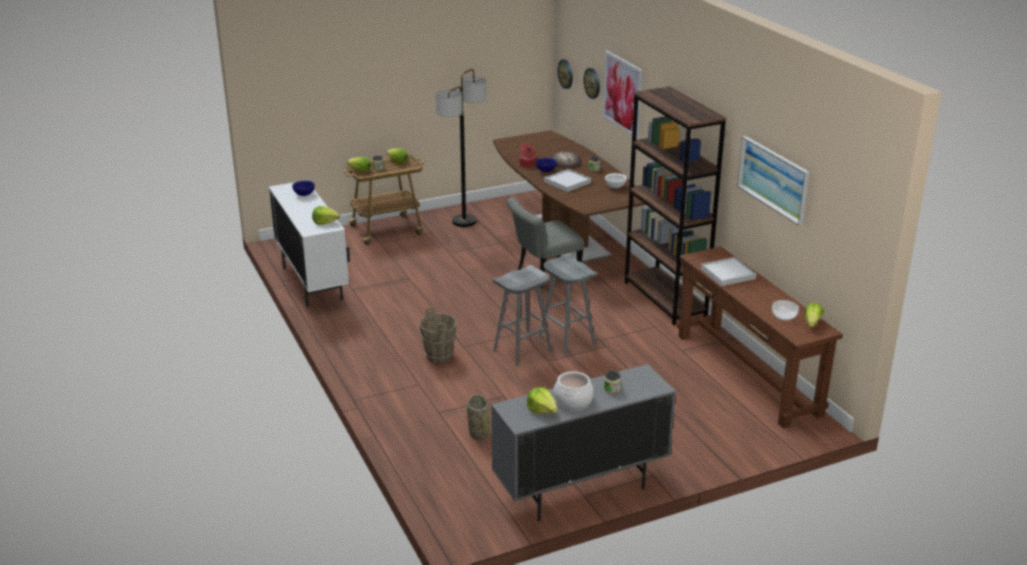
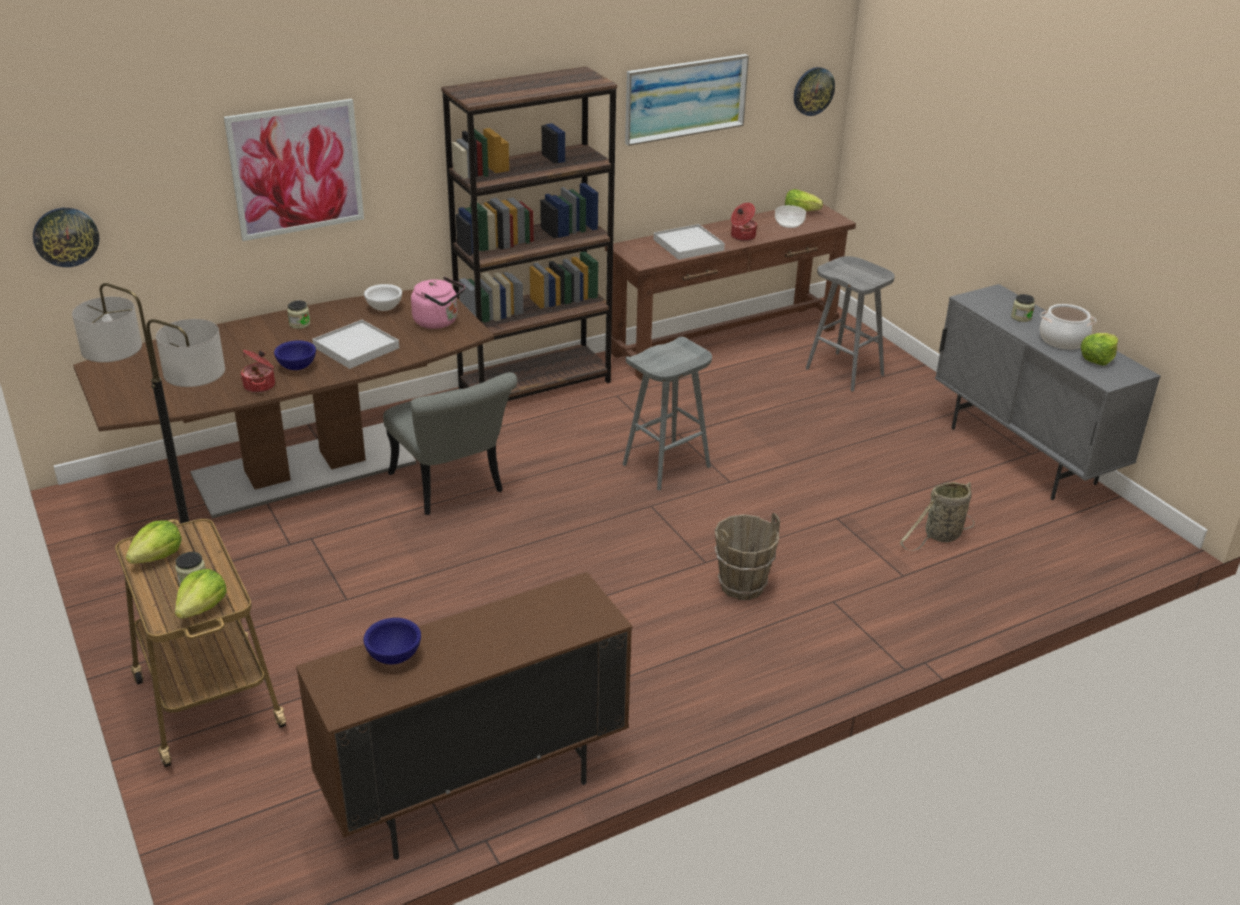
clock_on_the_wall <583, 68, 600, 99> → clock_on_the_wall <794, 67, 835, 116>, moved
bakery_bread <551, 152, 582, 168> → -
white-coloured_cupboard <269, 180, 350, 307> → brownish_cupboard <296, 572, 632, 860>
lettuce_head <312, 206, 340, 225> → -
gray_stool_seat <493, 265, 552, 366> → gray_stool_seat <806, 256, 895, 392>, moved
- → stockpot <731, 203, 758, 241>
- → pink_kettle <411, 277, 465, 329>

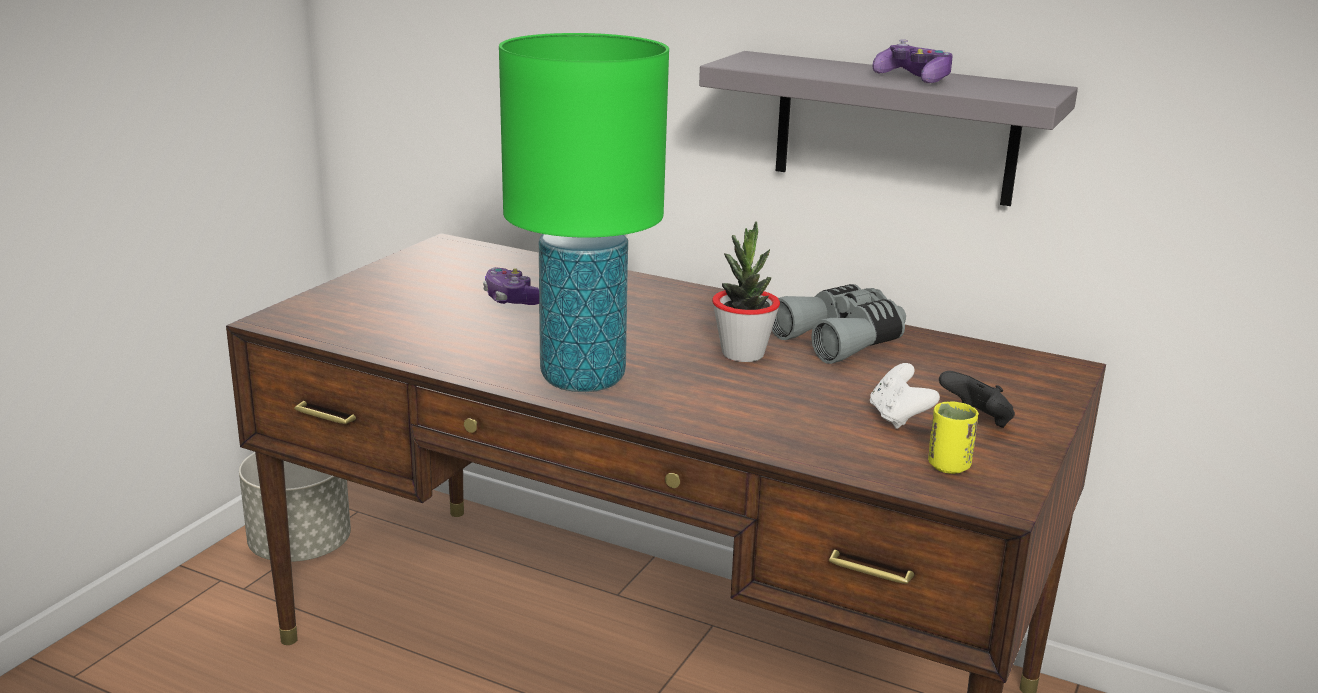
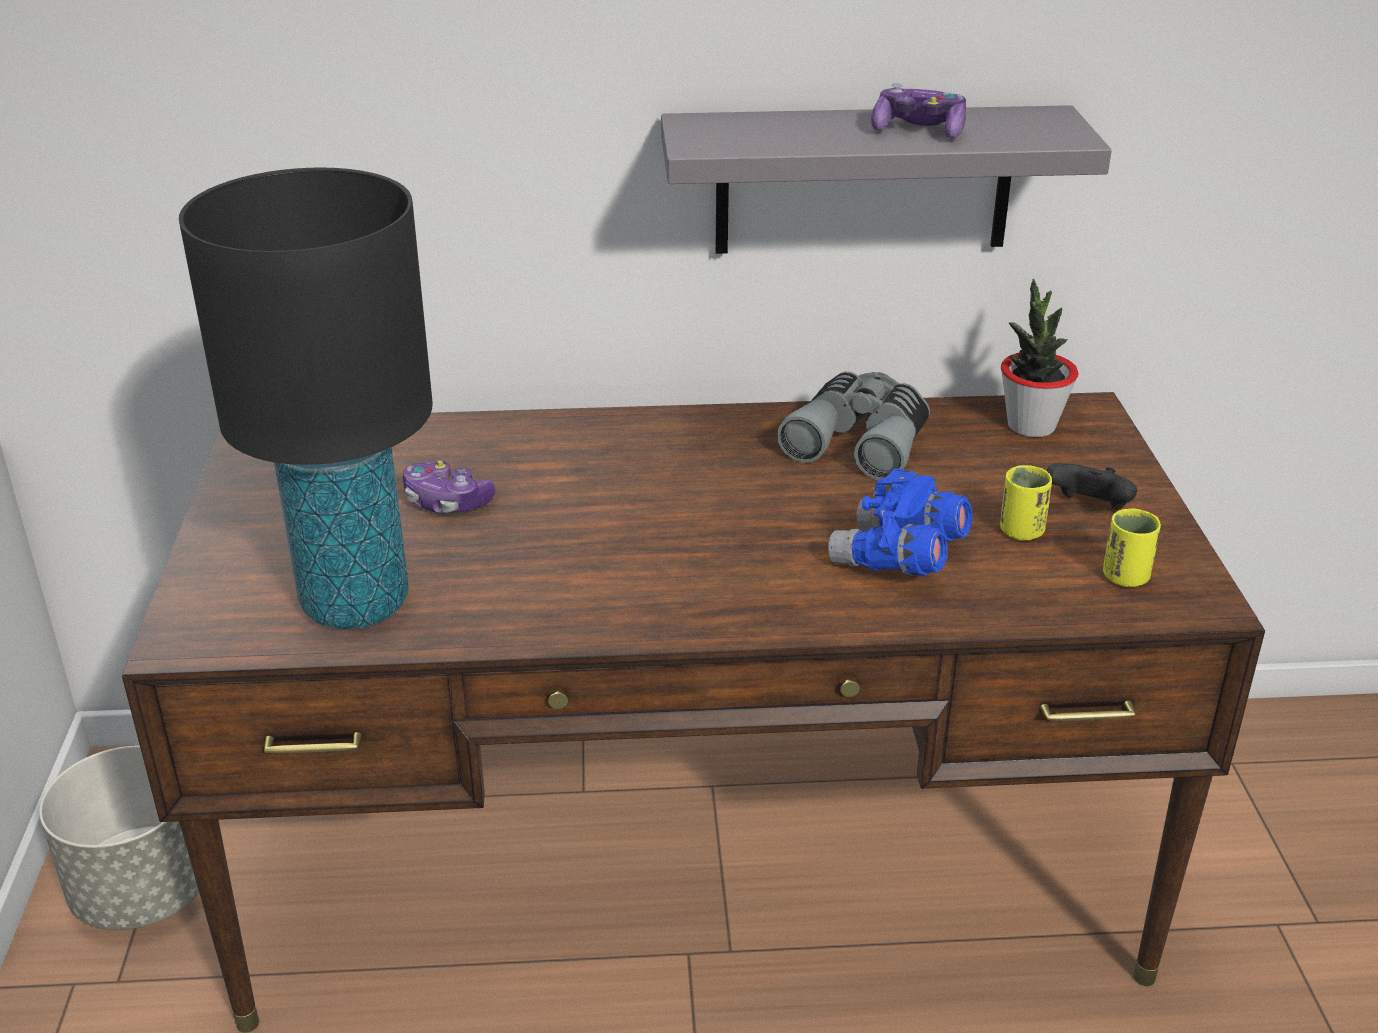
green_tabletop_lamp <499, 33, 669, 392> → -
houseplant <712, 222, 780, 362> → houseplant <1001, 279, 1078, 437>, moved
white-coloured_game_controller <870, 363, 940, 429> → yellow_small_cup <1000, 465, 1052, 541>
- → black_tabletop_lamp <179, 168, 433, 630>
- → blue_field_glasses <828, 468, 973, 575>

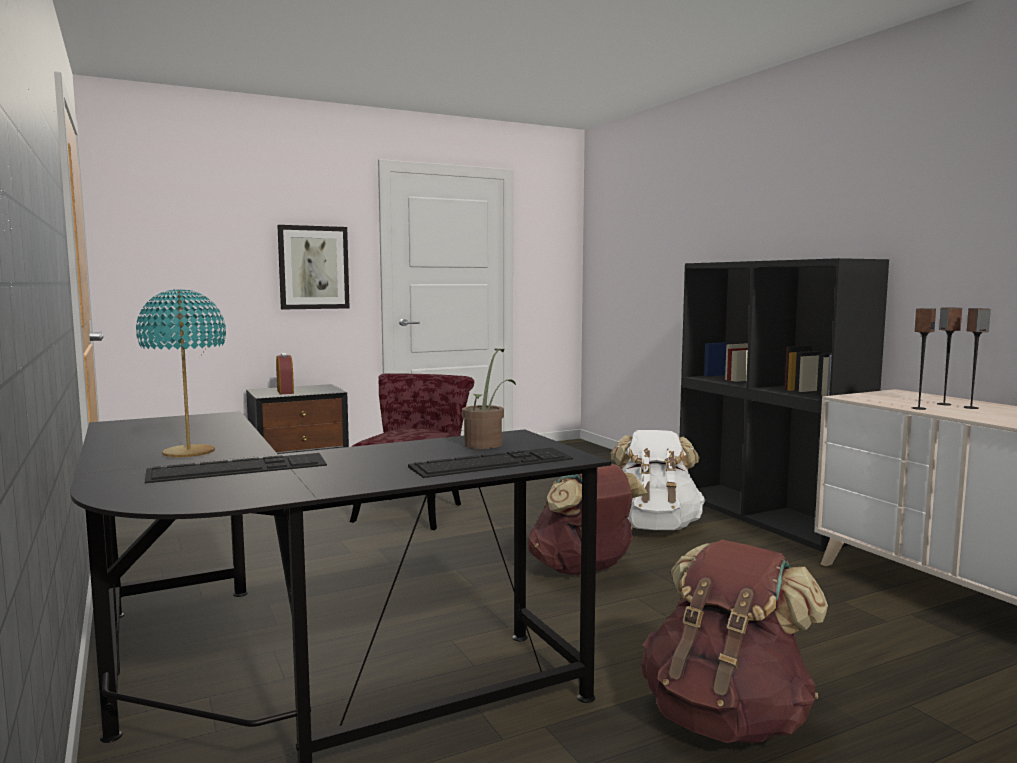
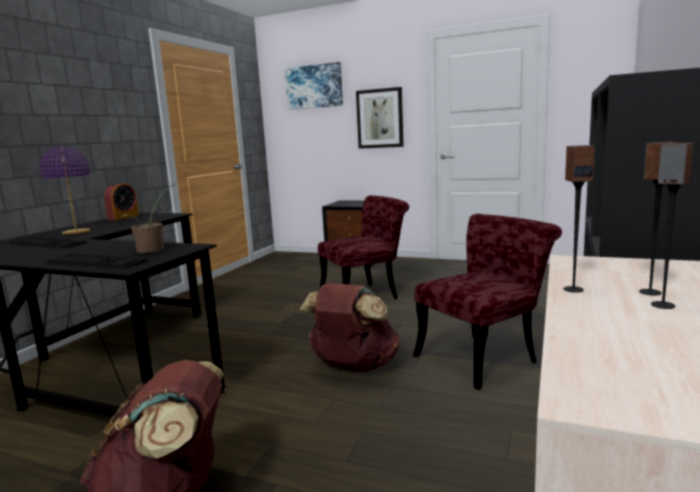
turquoise-coloured_tabletop_lamp <136, 289, 226, 457> → purplish_tabletop_lamp <40, 147, 90, 235>
table_clock <276, 353, 294, 394> → table_clock <104, 182, 139, 220>, moved
white-coloured_knapsack <611, 430, 706, 530> → reddish_upright_chair <413, 214, 562, 390>
- → picture <285, 62, 343, 110>

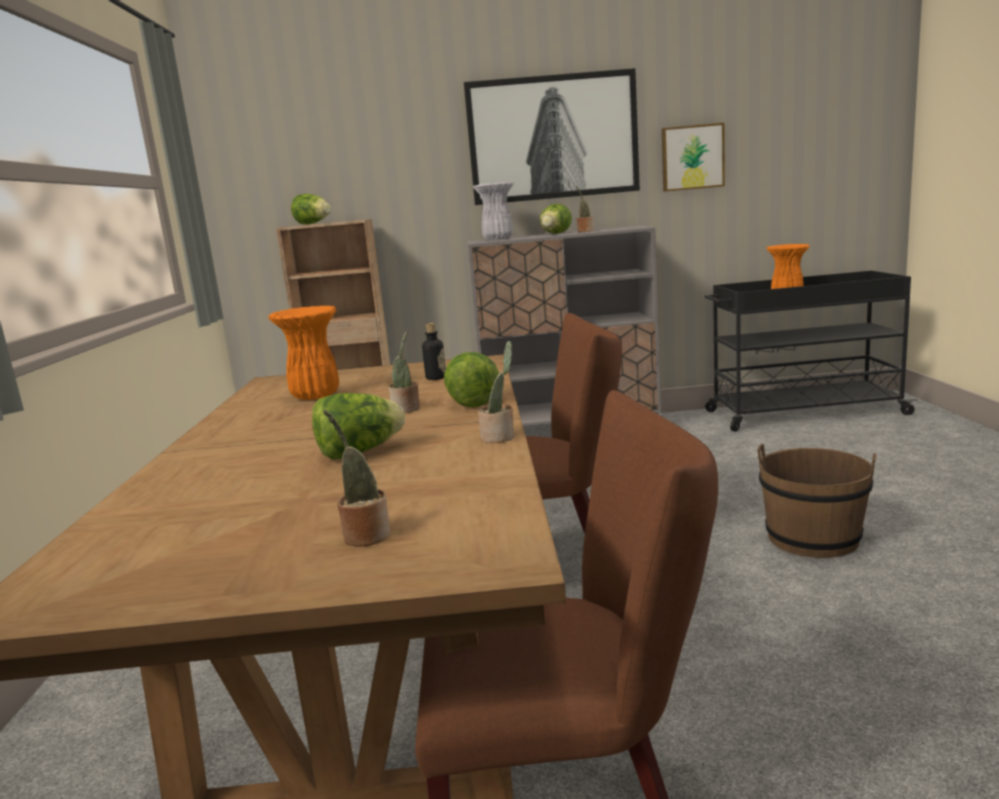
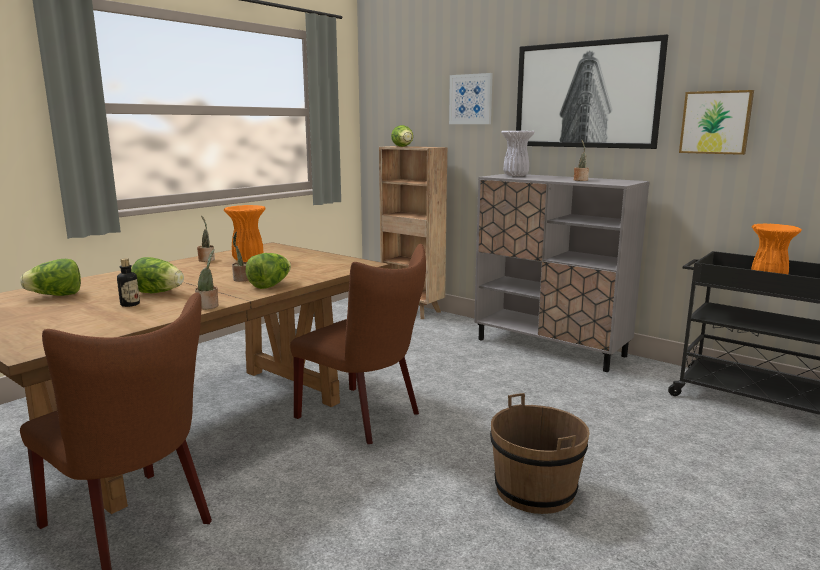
lettuce_head <540, 204, 572, 234> → lettuce_head <20, 259, 81, 296>, moved
drink_bottle <422, 323, 446, 380> → drink_bottle <117, 258, 140, 307>, moved
houseplant <323, 410, 391, 547> → houseplant <197, 215, 215, 262>, moved
- → picture <449, 73, 493, 124>

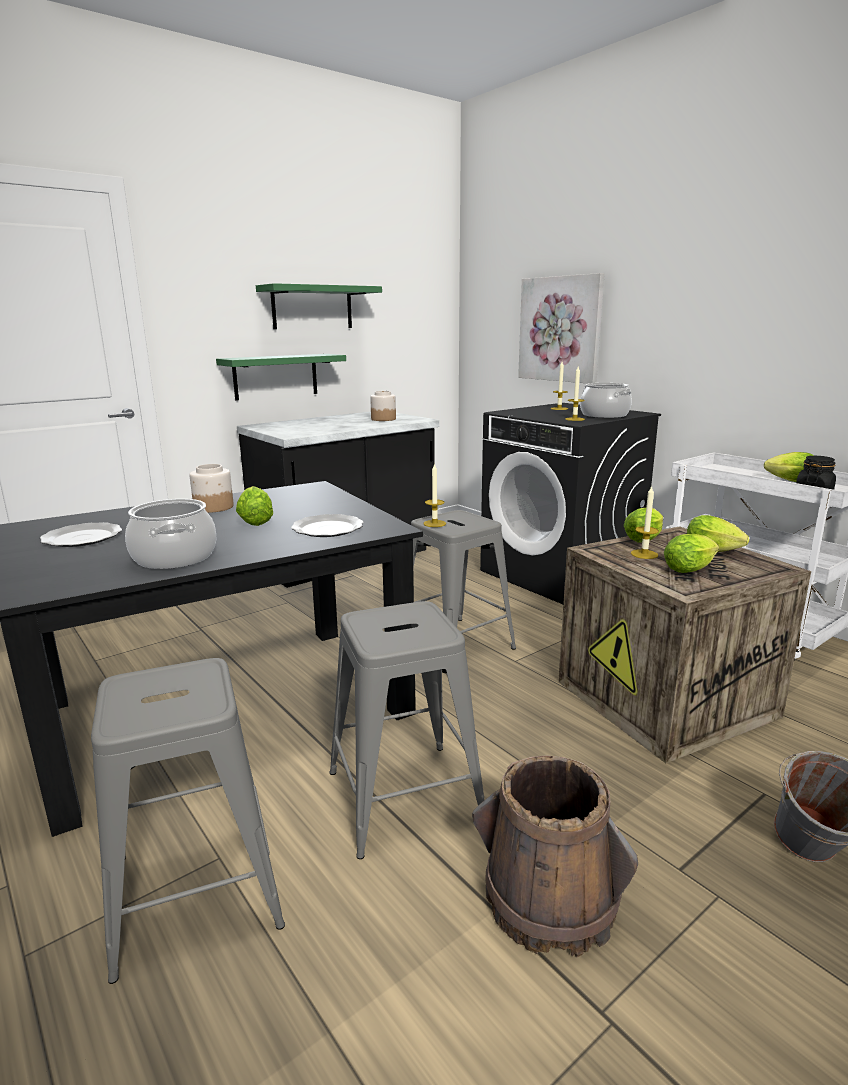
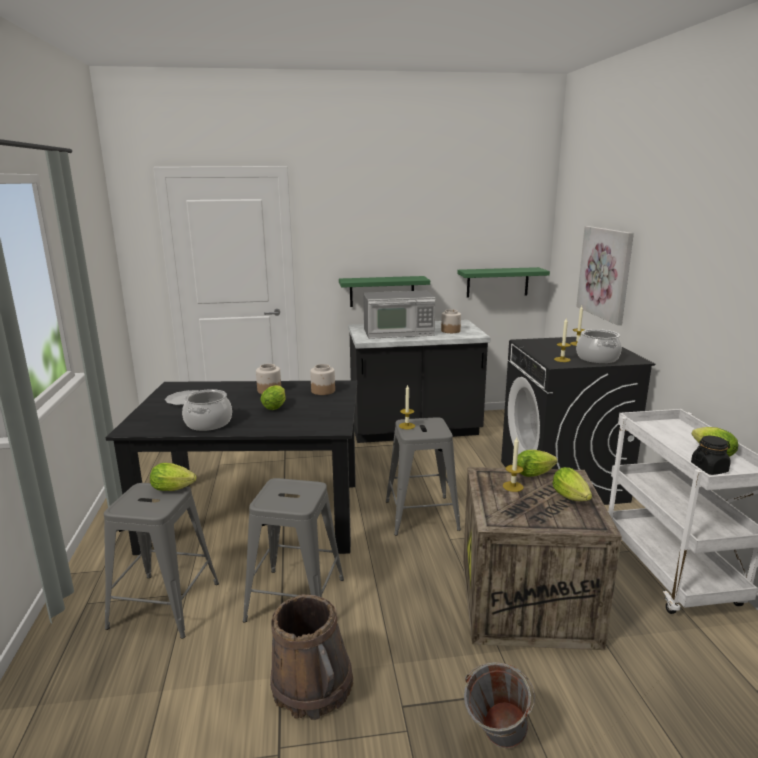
green_wall_shelf <256, 283, 382, 329> → green_wall_shelf <457, 267, 550, 298>, moved
plate <291, 514, 364, 537> → -
lettuce_head <664, 534, 719, 573> → lettuce_head <150, 463, 197, 491>, moved
- → microwave <363, 290, 435, 339>
- → preserve_jar <310, 364, 335, 395>

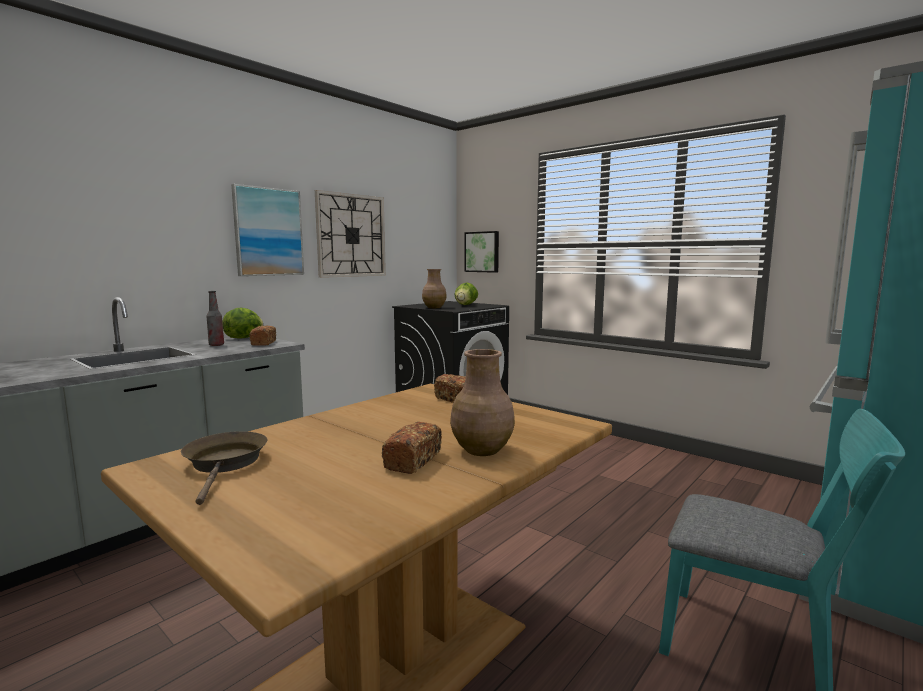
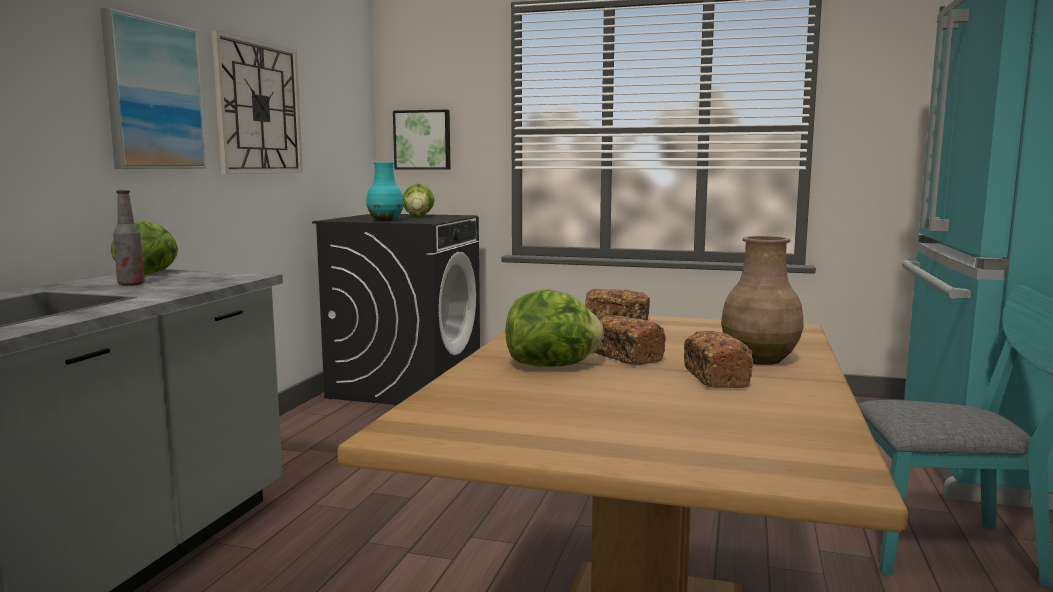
brownish_decorative_vase <422, 269, 447, 308> → turquoise-coloured_decorative_vase <366, 163, 404, 221>
bakery_bread <249, 326, 276, 346> → bakery_bread <593, 316, 666, 365>, moved
brownish_frying_pan <181, 431, 267, 505> → -
- → lettuce_head <506, 289, 604, 367>

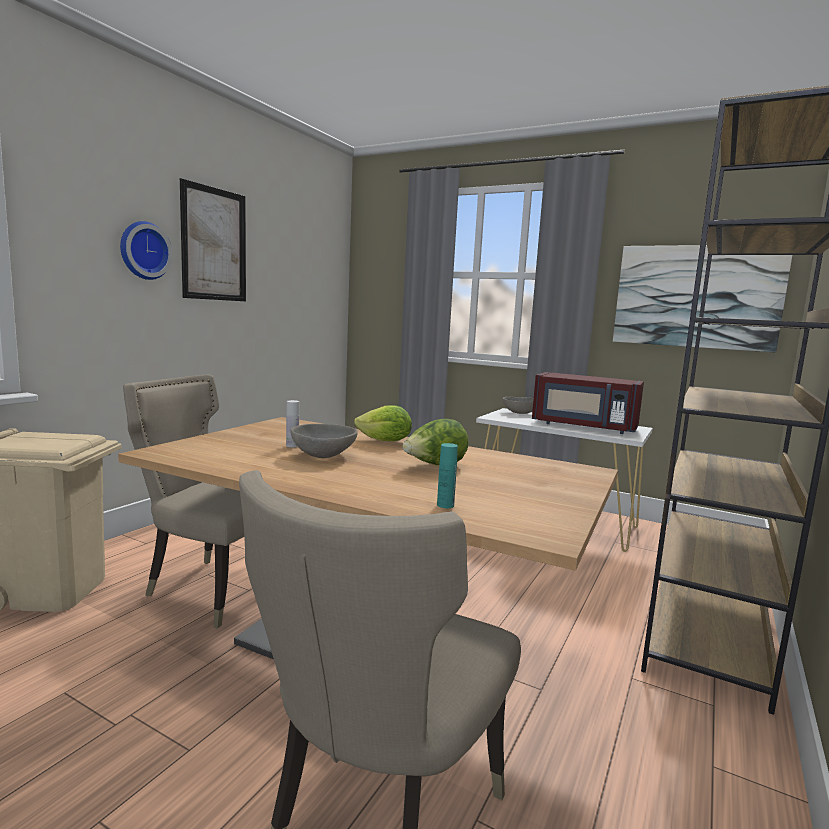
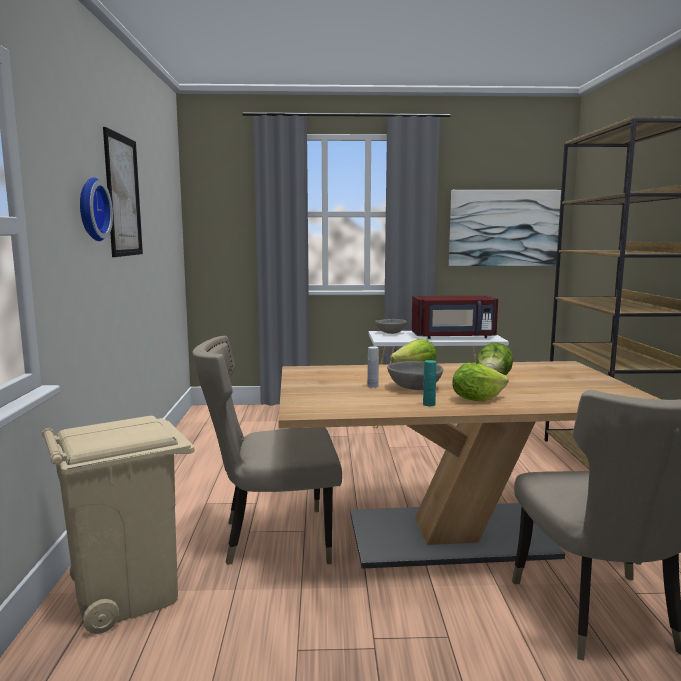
turquoise-coloured_drink_bottle <437, 443, 458, 508> → turquoise-coloured_drink_bottle <423, 360, 436, 406>, moved
- → lettuce_head <452, 363, 509, 402>

